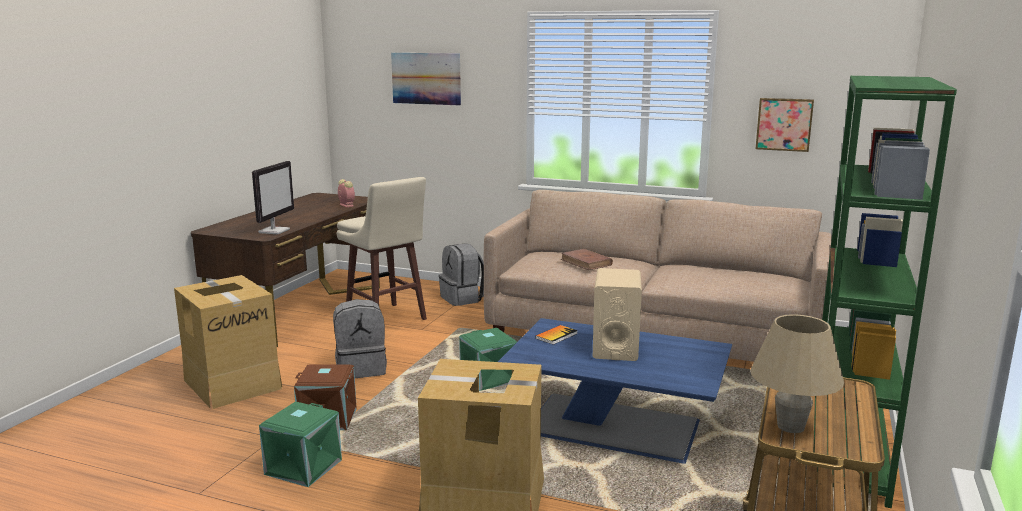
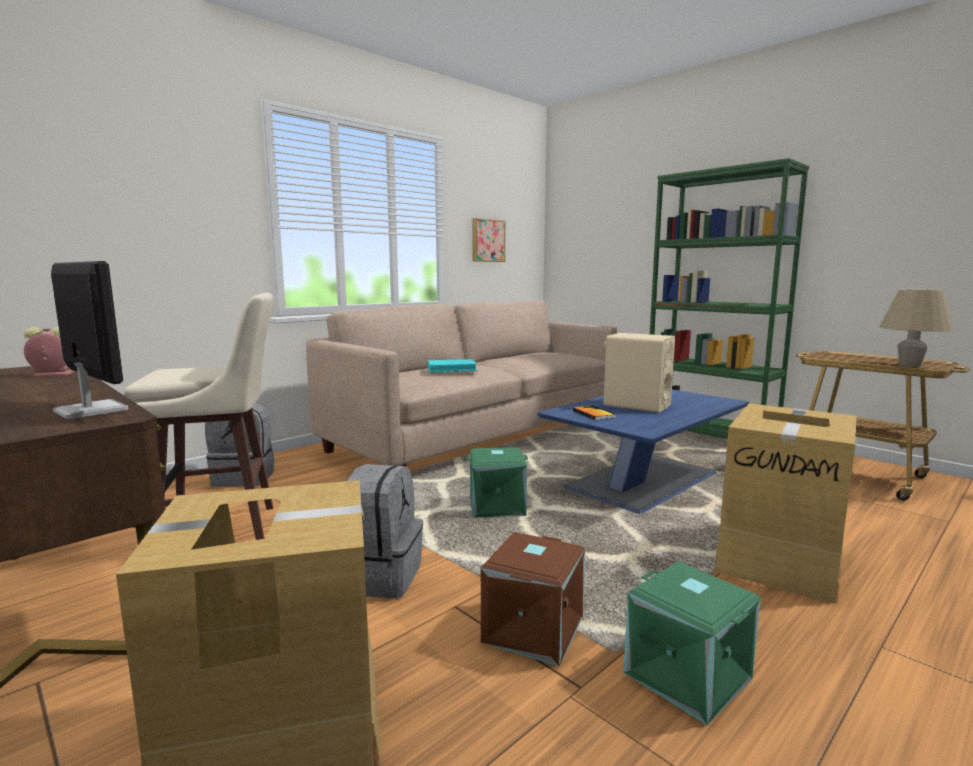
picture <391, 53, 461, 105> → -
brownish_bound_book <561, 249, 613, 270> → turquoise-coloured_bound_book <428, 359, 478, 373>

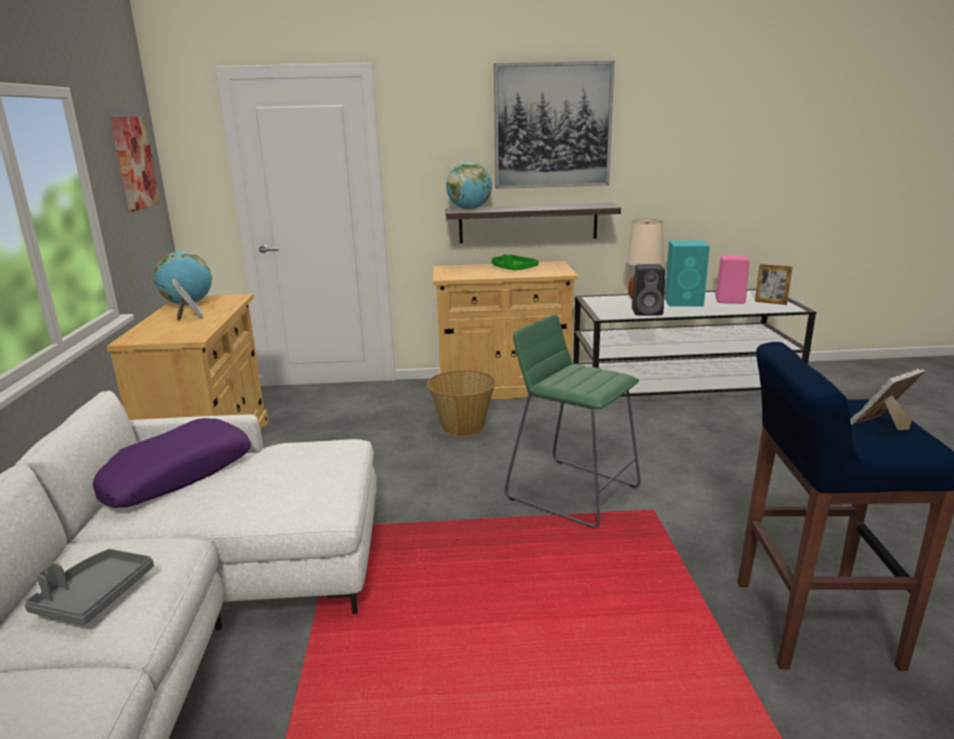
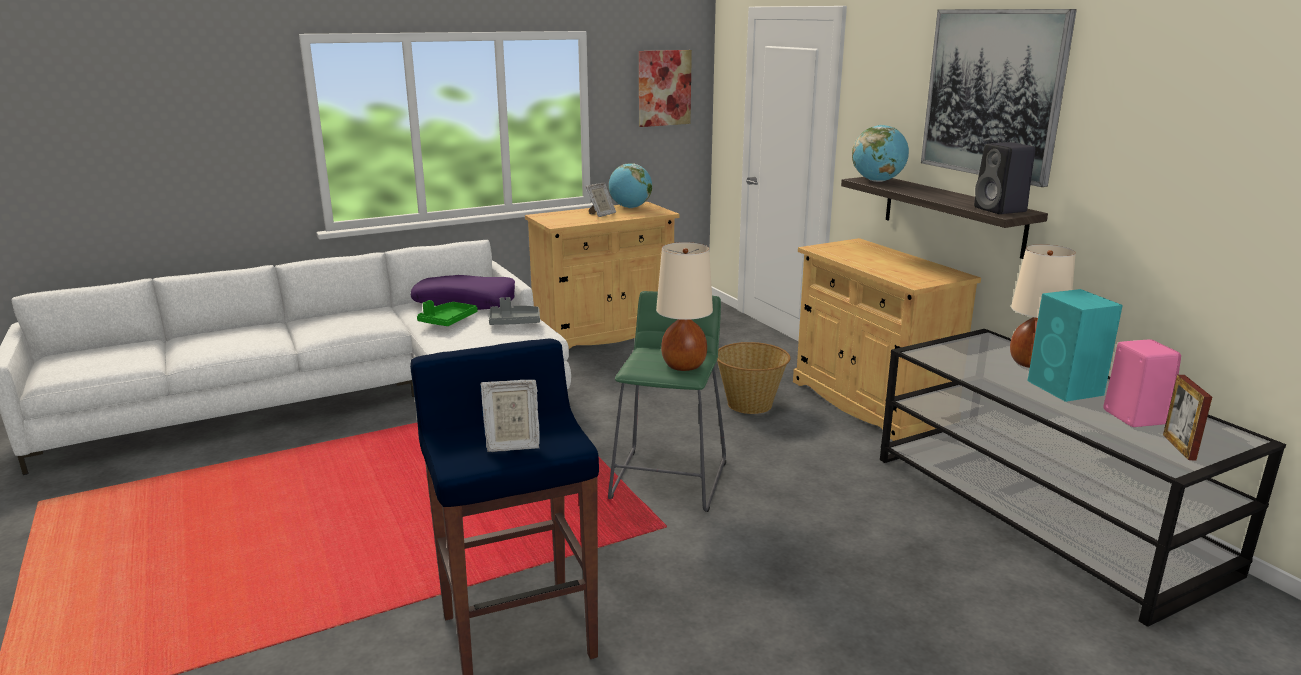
green_carrying_tray <492, 254, 539, 271> → green_carrying_tray <417, 300, 478, 326>, moved
black_audio_speaker <632, 264, 665, 315> → black_audio_speaker <974, 142, 1036, 214>, moved
standing_frame <850, 369, 925, 430> → standing_frame <481, 380, 540, 452>, 135 degrees clockwise
gray_carrying_tray <25, 549, 154, 625> → gray_carrying_tray <489, 297, 540, 325>, moved
- → beige-coloured_tabletop_lamp <656, 242, 713, 371>

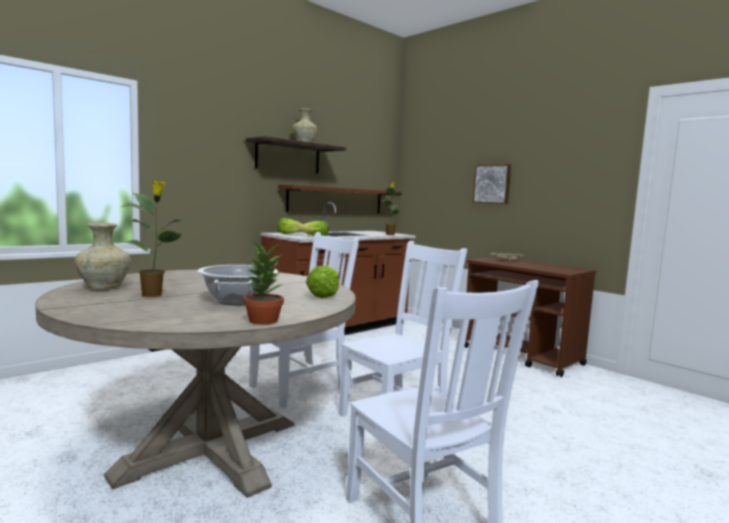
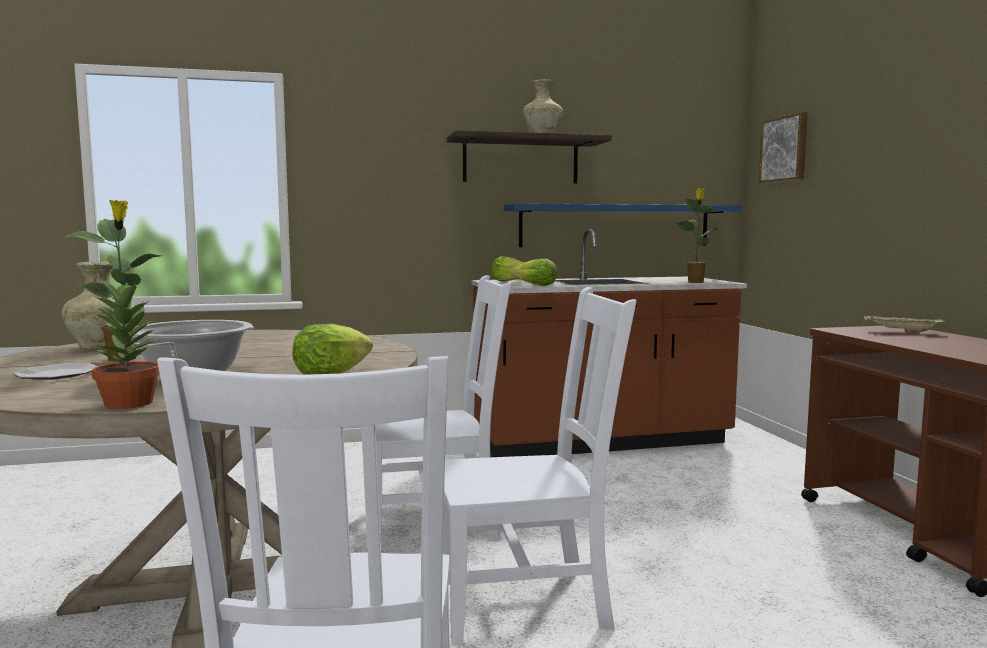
picture <472, 164, 511, 204> → picture <759, 112, 808, 183>, moved
brownish_wall_shelf <278, 185, 402, 213> → blue_wall_shelf <504, 203, 742, 247>
- → plate <13, 363, 98, 380>

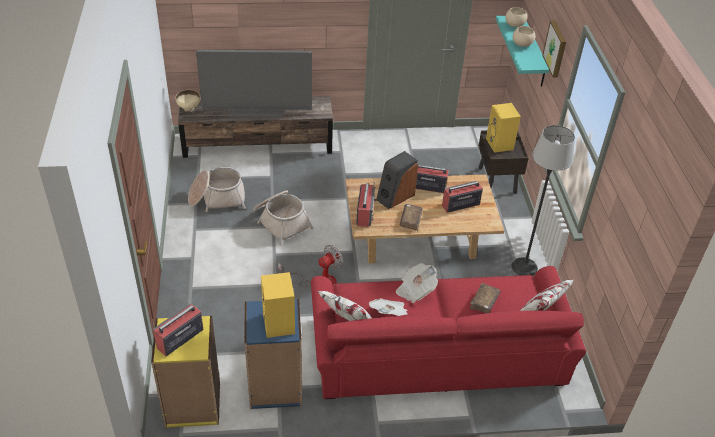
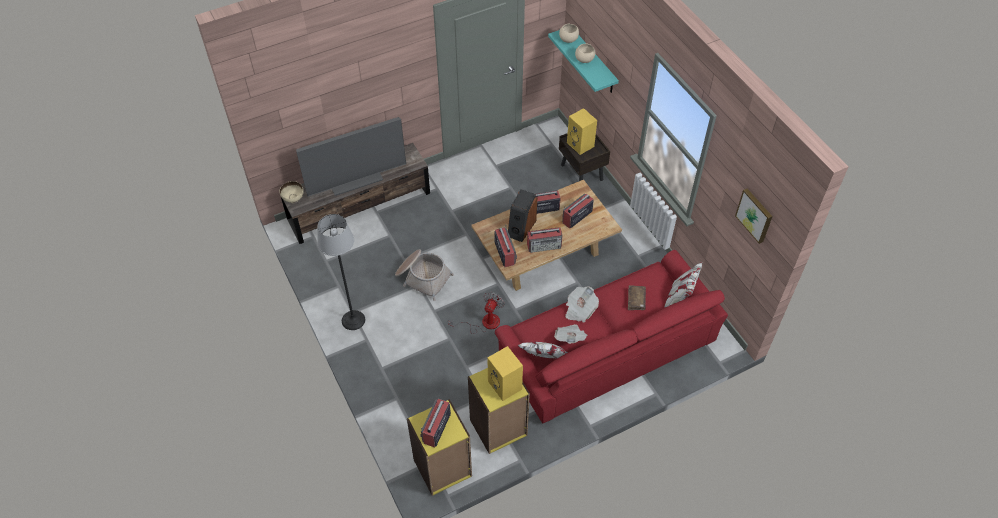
picture <542, 20, 566, 78> → picture <735, 189, 773, 244>, moved
floor_lamp <512, 125, 575, 276> → floor_lamp <317, 214, 365, 330>, moved
basket <188, 167, 246, 212> → -
brownish_bound_book <400, 204, 423, 231> → radio_set <527, 227, 563, 253>
blue_bookcase <244, 299, 302, 409> → yellow_bookcase <468, 368, 530, 454>

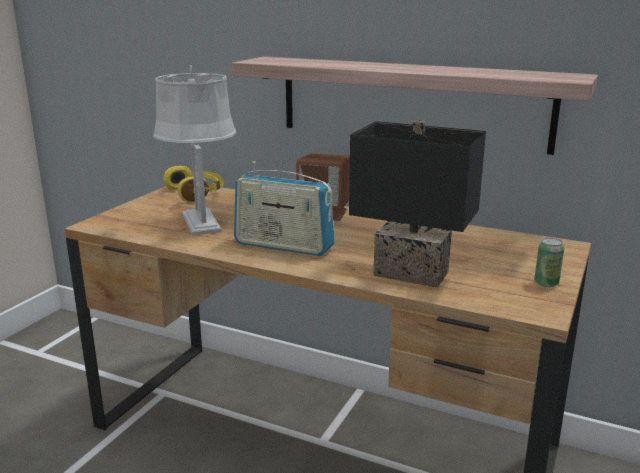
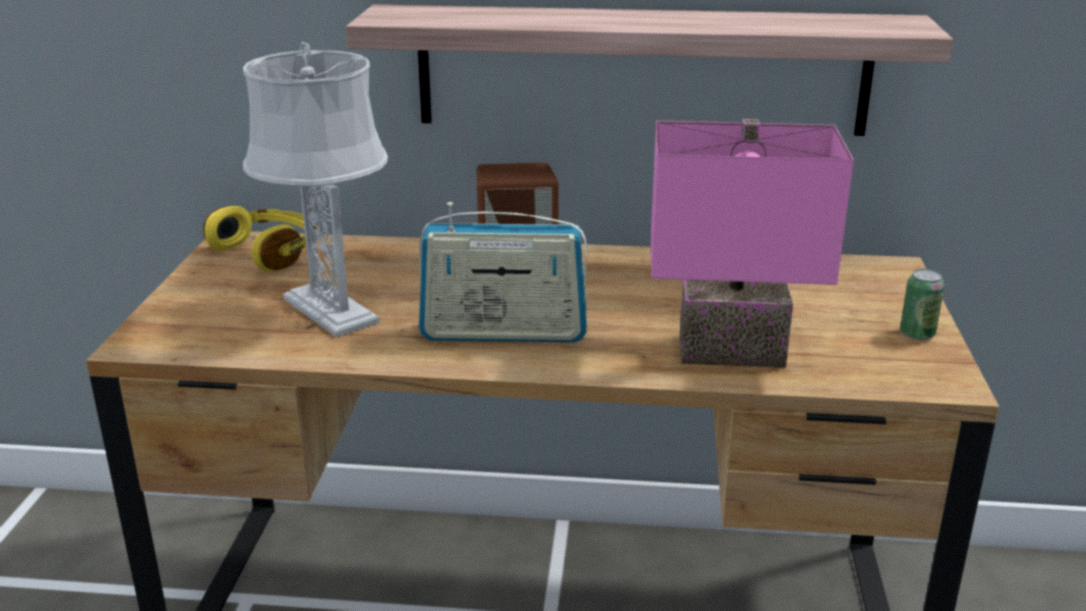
black_tabletop_lamp <349, 120, 486, 288> → pink_tabletop_lamp <651, 119, 854, 368>

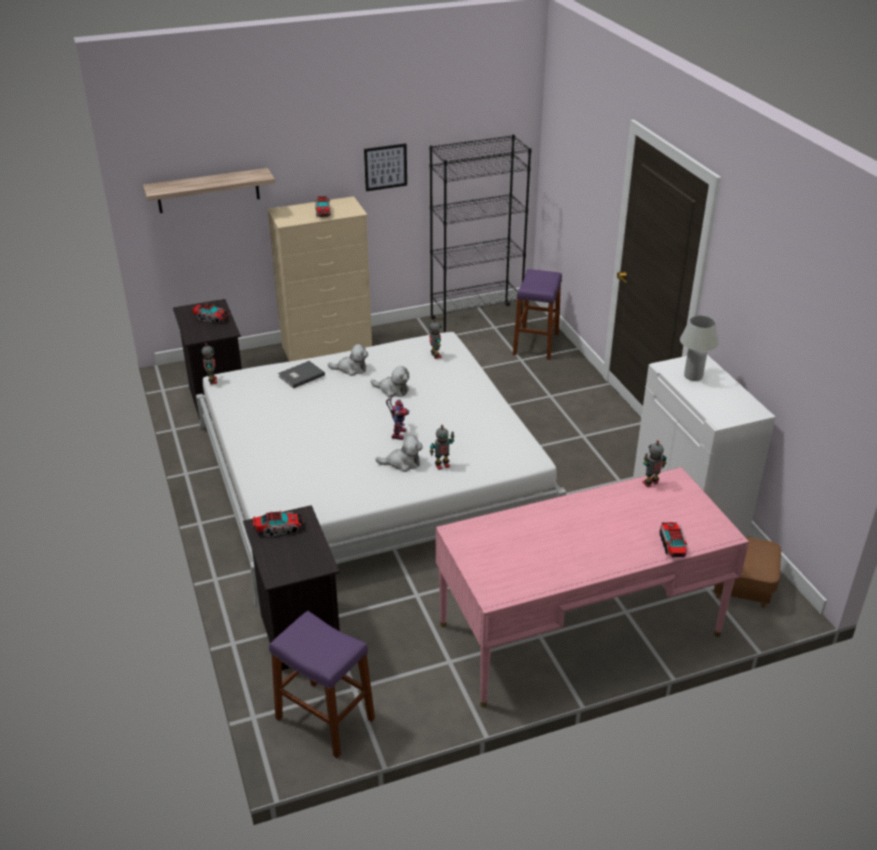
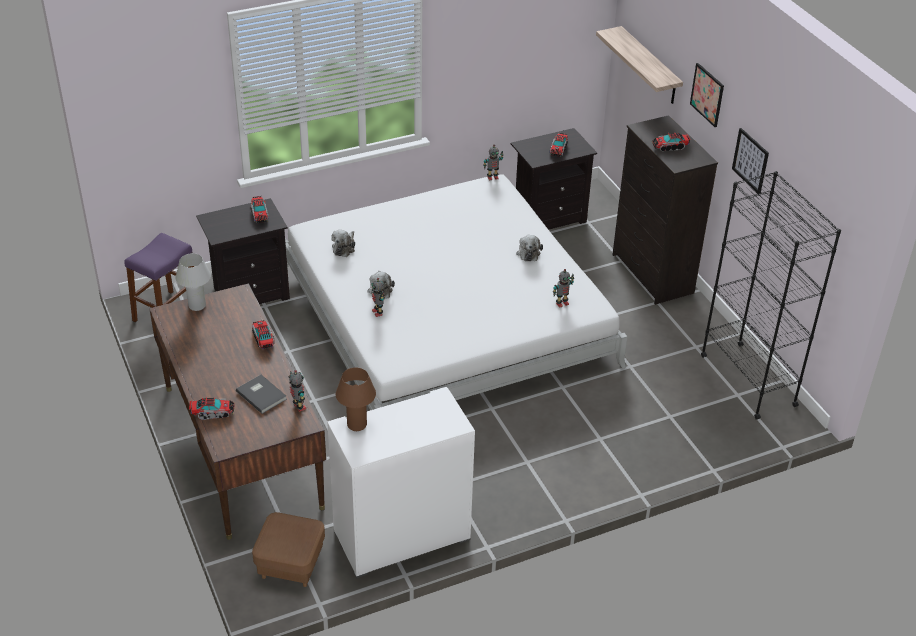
beige-coloured_drawer_chest <267, 196, 372, 362> → black_drawer_chest <612, 115, 718, 305>
purplish_stool_seat <513, 269, 562, 360> → -
white-coloured_tabletop_lamp <680, 315, 719, 381> → white-coloured_tabletop_lamp <176, 253, 211, 311>, moved
gray_bound_book <278, 361, 325, 388> → gray_bound_book <236, 375, 287, 414>, moved
soft_toy <371, 366, 409, 398> → soft_toy <331, 230, 355, 257>, moved
model_robot <386, 393, 409, 440> → -
pink_desk <436, 467, 749, 708> → brownish_desk <149, 283, 326, 540>
- → picture <690, 63, 724, 127>
- → toy_truck <252, 320, 275, 349>
- → brownish_tabletop_lamp <336, 367, 376, 431>

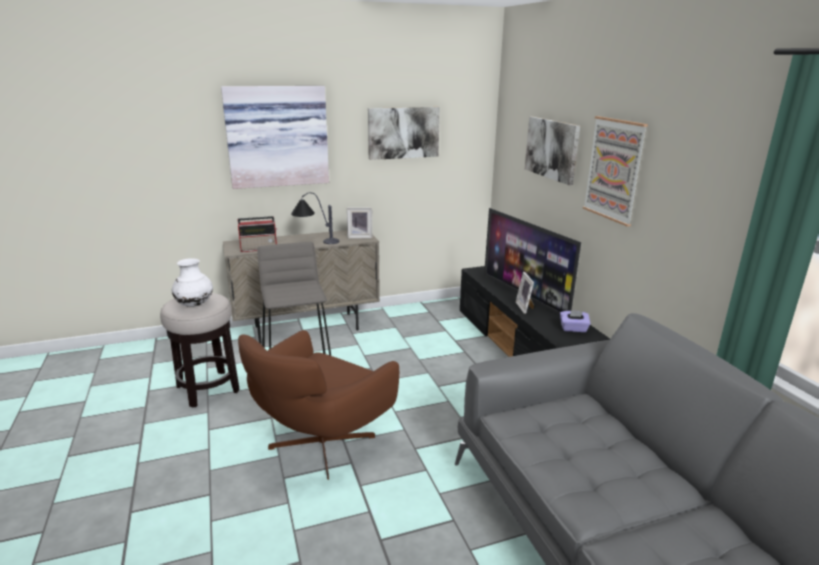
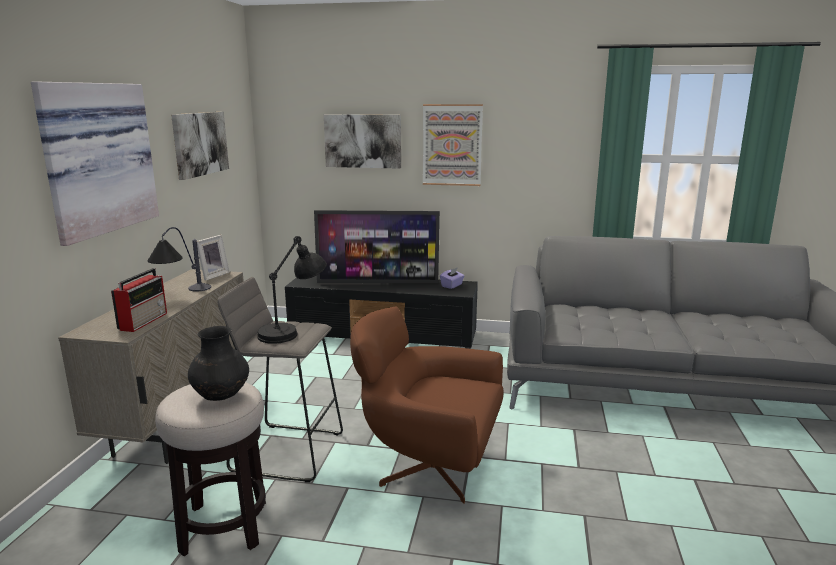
white-coloured_decorative_vase <172, 258, 213, 307> → black_decorative_vase <188, 326, 249, 401>
standing_frame <516, 272, 534, 314> → -
brownish_lounge_chair <238, 330, 399, 480> → brownish_lounge_chair <350, 307, 504, 504>, 135 degrees clockwise
- → black_tabletop_lamp <257, 236, 327, 344>

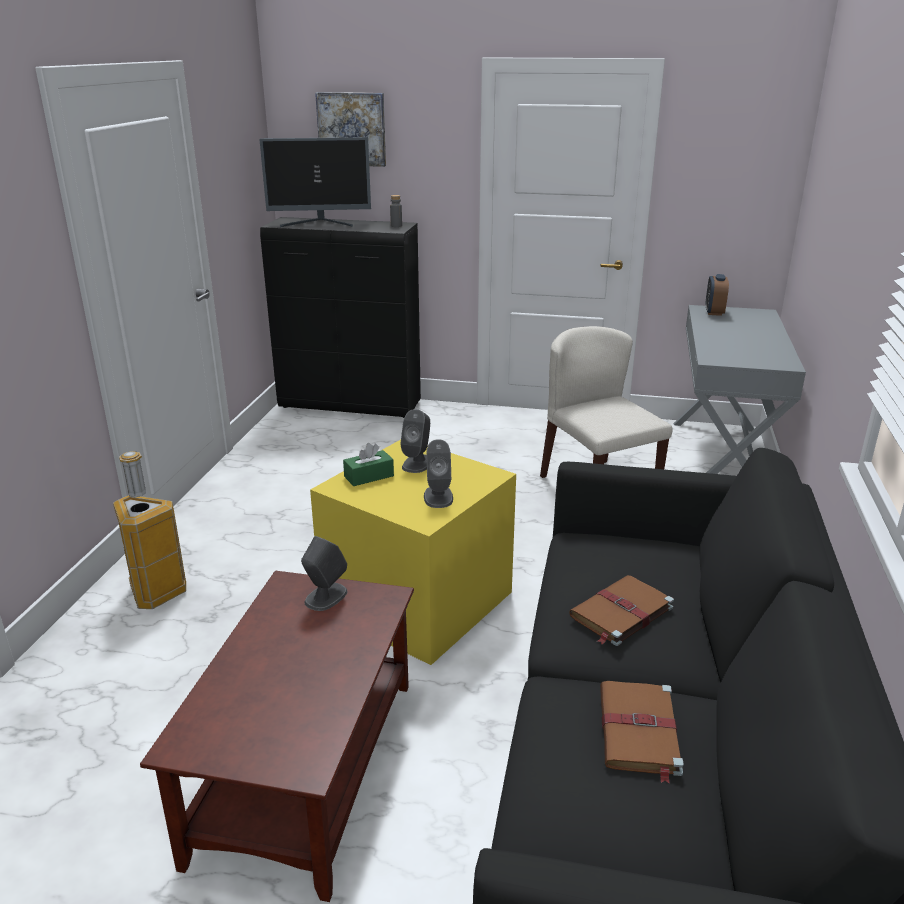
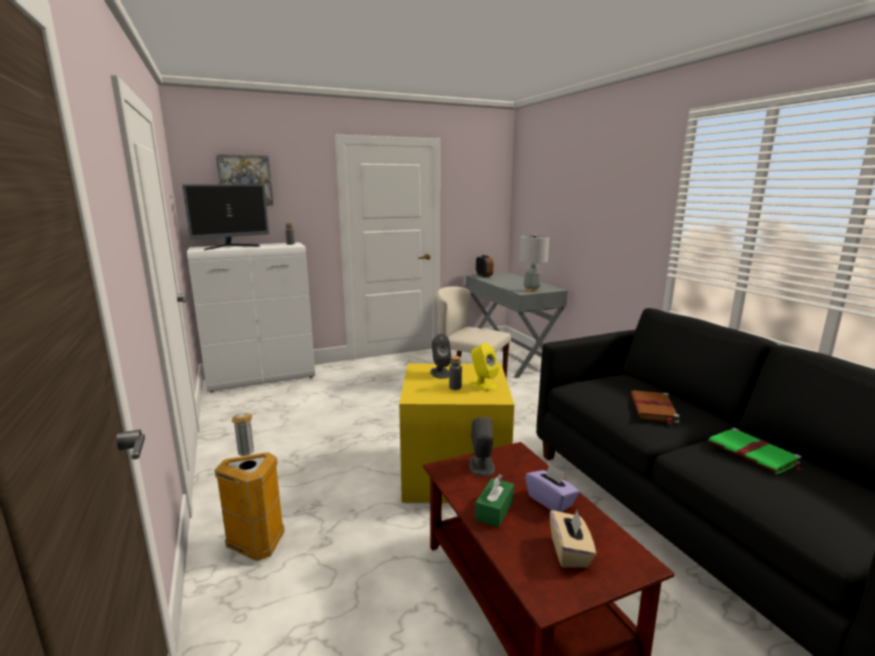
black_cupboard <260, 217, 421, 418> → white-coloured_cupboard <187, 242, 315, 393>
gray_audio_speaker <424, 439, 453, 508> → yellow_audio_speaker <470, 343, 499, 391>
green_tissue_holder <343, 443, 394, 486> → green_tissue_holder <475, 474, 514, 527>, moved
brownish_bound_book <600, 681, 684, 784> → green_bound_book <708, 428, 802, 475>
- → gray_tabletop_lamp <519, 234, 549, 292>
- → gray_drink_bottle <449, 356, 462, 390>
- → purplish_tissue_holder <525, 463, 579, 512>
- → beige-coloured_tissue_holder <550, 510, 596, 568>

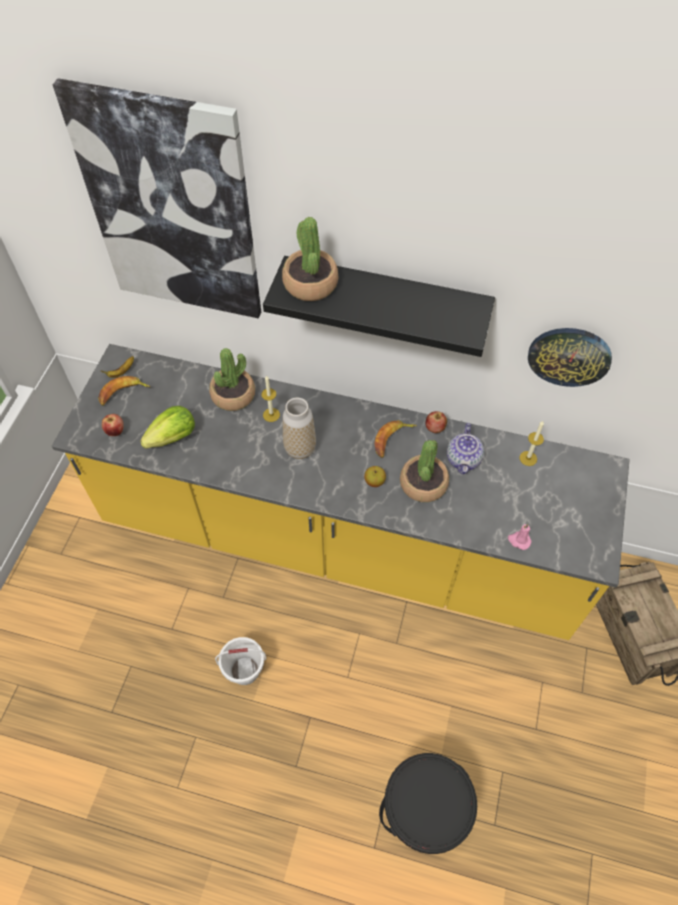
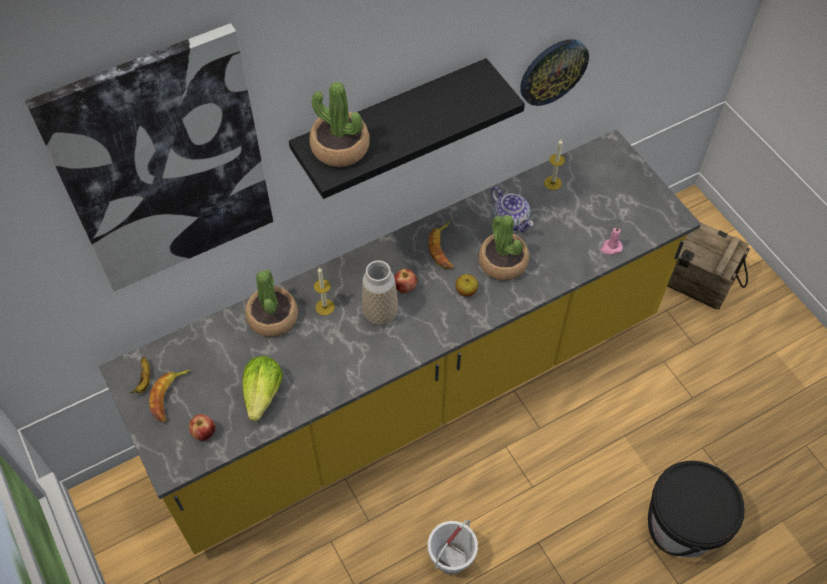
apple <426, 411, 447, 433> → apple <394, 269, 417, 293>, moved

